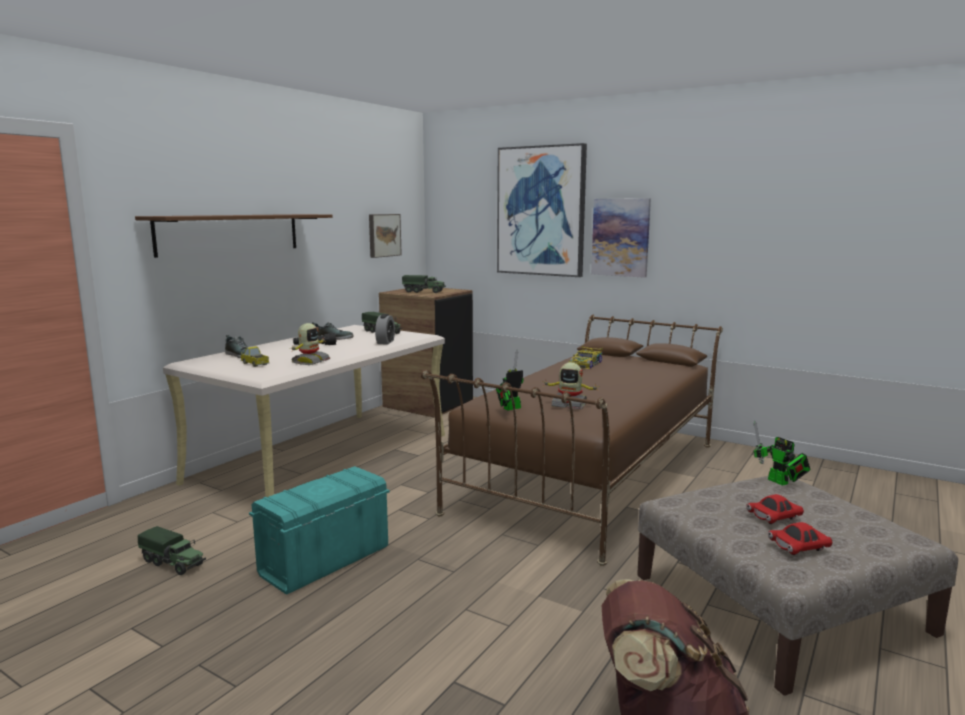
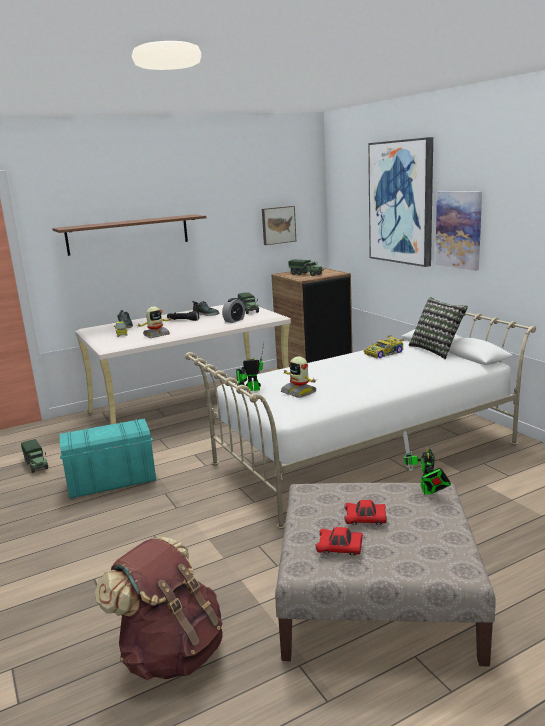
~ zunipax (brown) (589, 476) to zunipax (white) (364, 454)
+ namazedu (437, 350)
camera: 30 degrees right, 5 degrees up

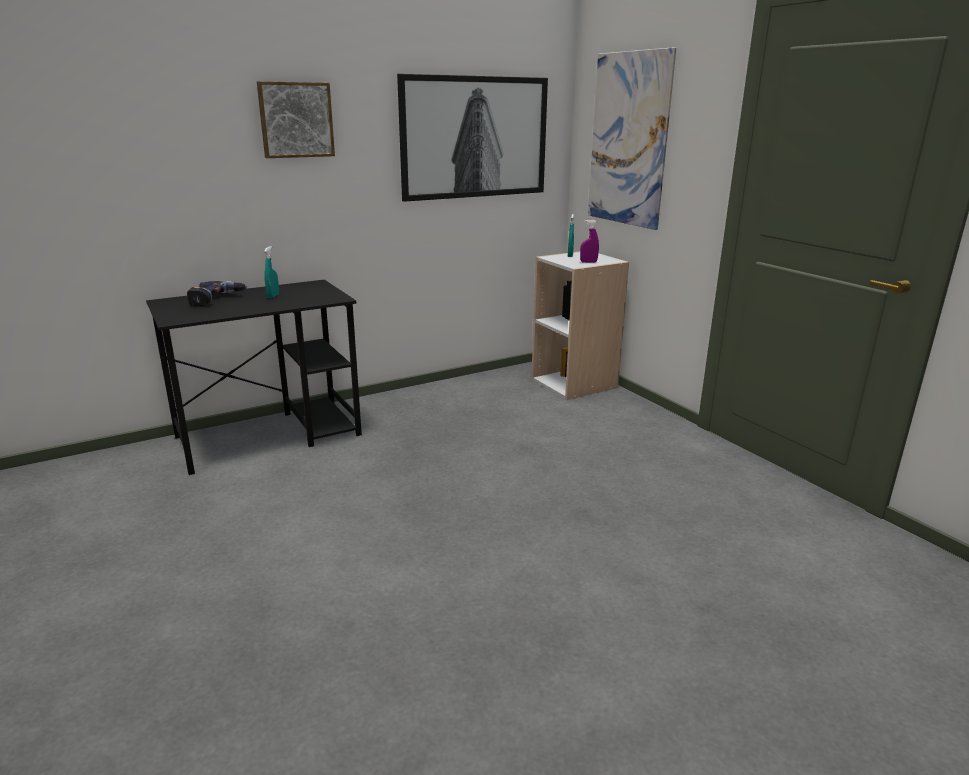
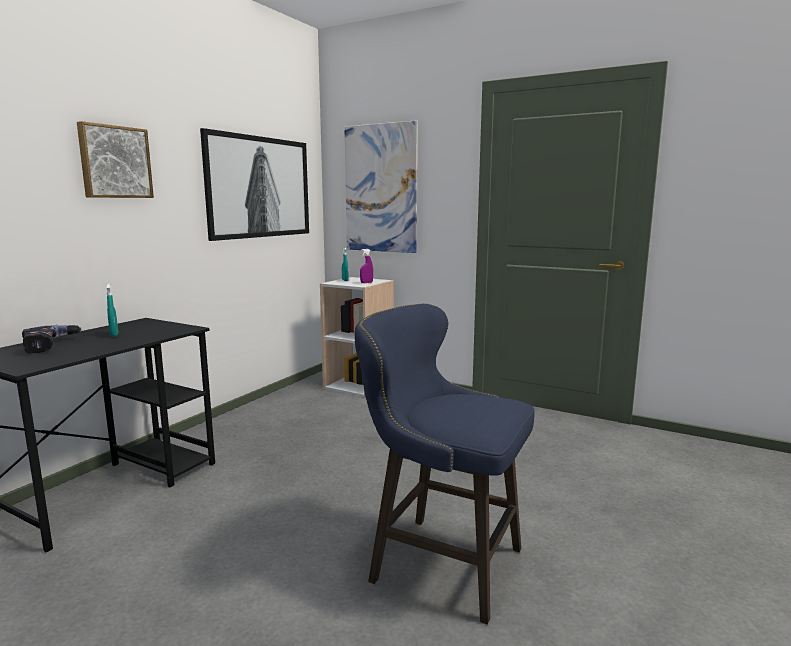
+ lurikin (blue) (440, 562)
camera: 30 degrees left, 10 degrees down

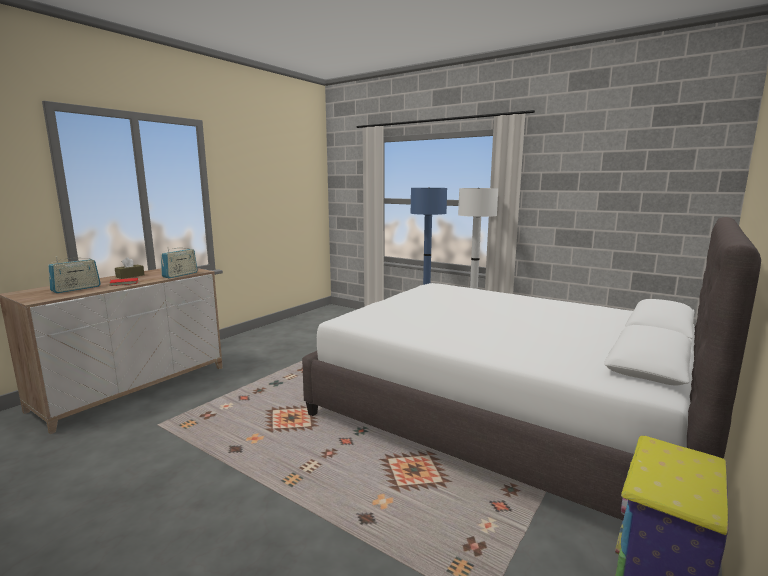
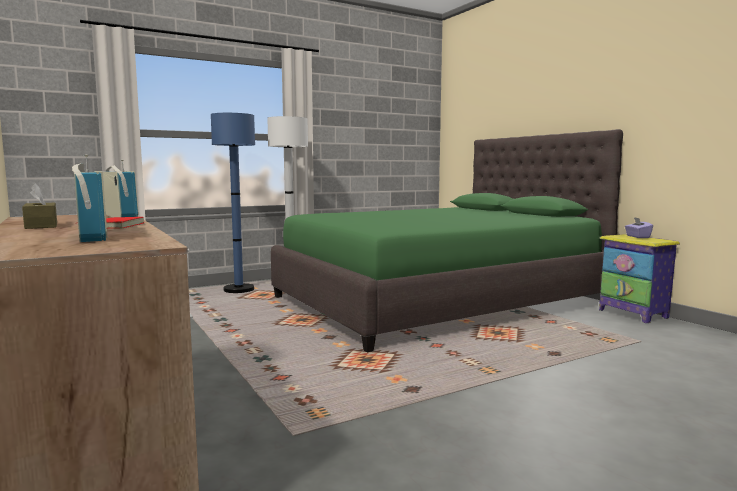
~ zunipax (white) (504, 415) to zunipax (green) (438, 301)
+ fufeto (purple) (637, 236)
camera: 65 degrees left, 5 degrees down

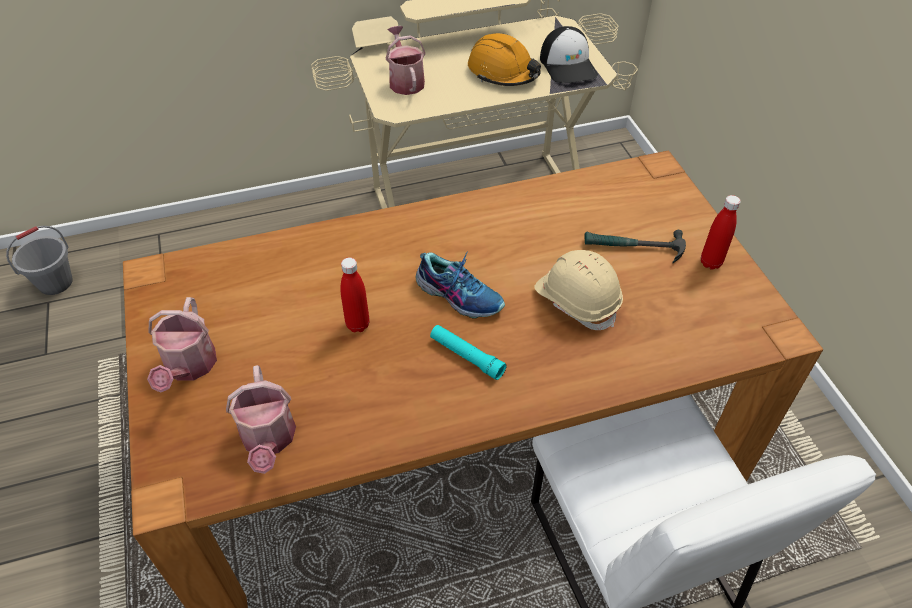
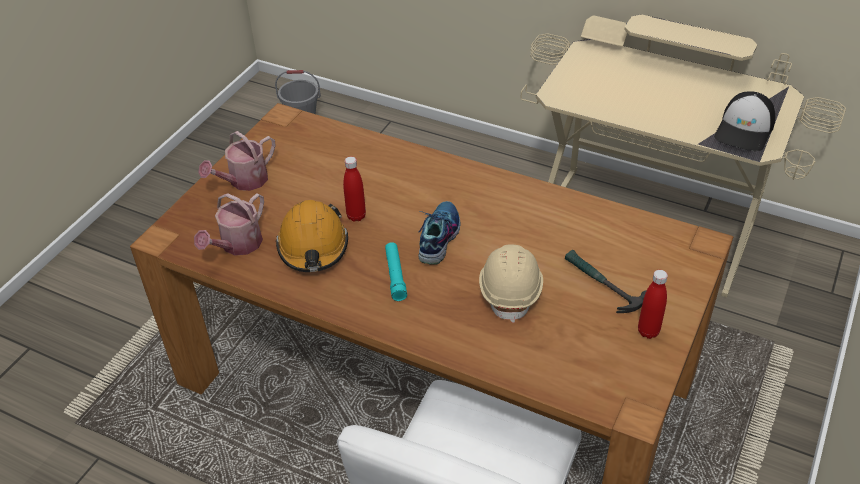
- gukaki (405, 81)
~ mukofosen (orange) (503, 72) to (313, 246)
~ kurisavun (459, 295) = (438, 238) 150 degrees counterclockwise
camera: 45 degrees right, 5 degrees down

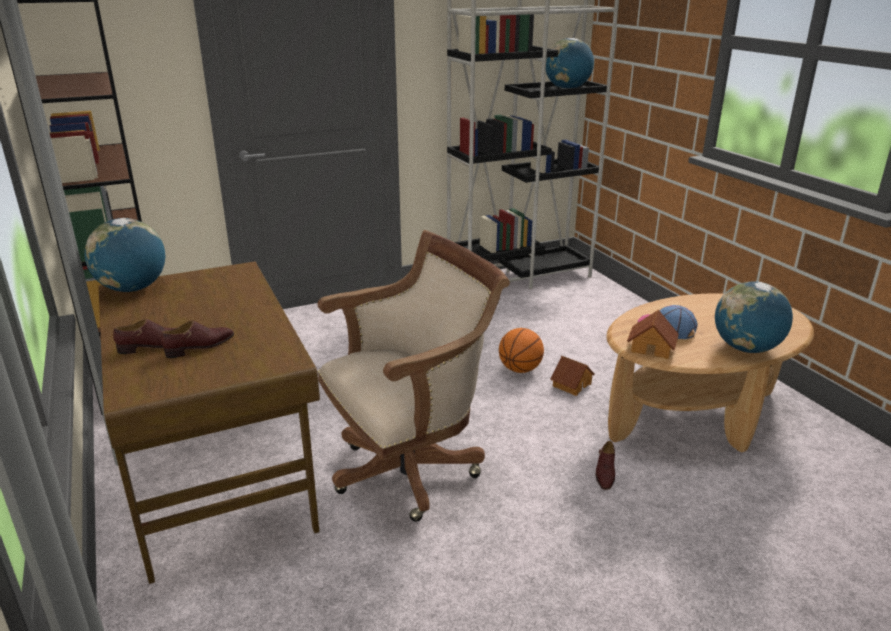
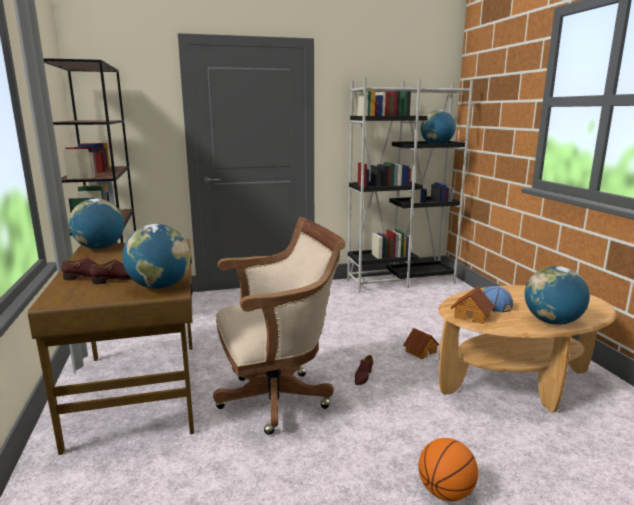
~ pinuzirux (520, 369) to (445, 492)
~ kurisavun (brown) (605, 473) to (363, 376)
+ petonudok (160, 286)
camera: 10 degrees right, 10 degrees down

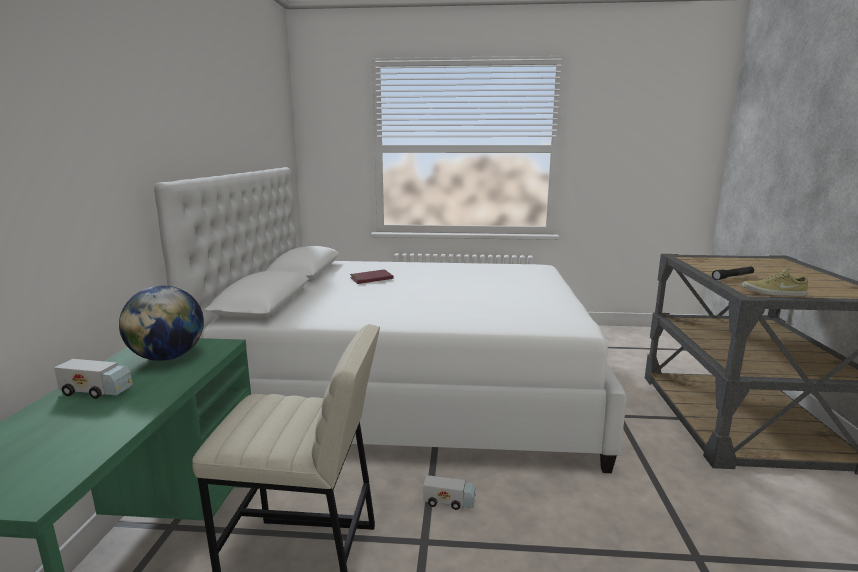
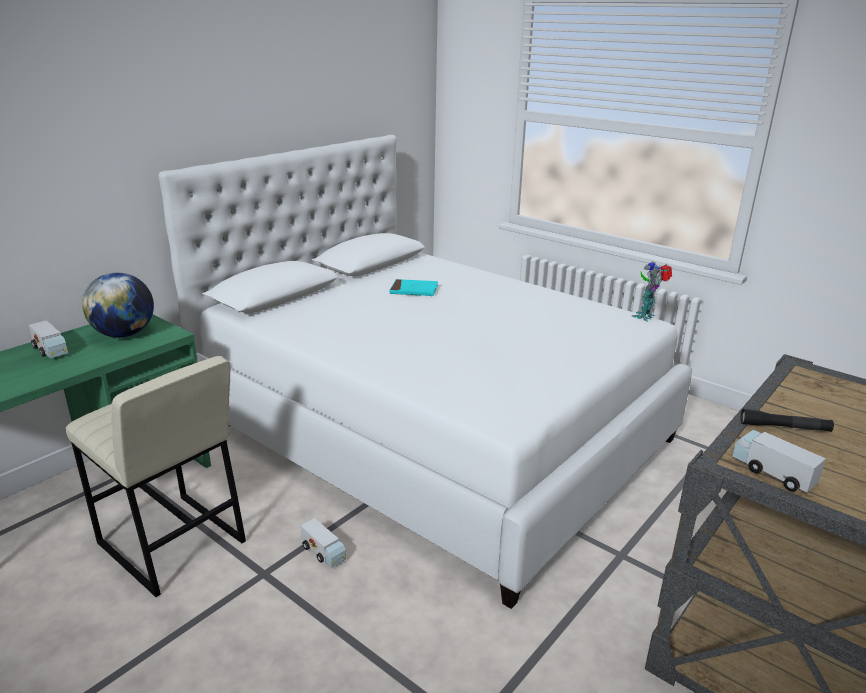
~ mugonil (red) (371, 279) to mugonil (turquoise) (414, 290)
~ kurisavun (beige) (774, 293) to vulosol (772, 473)
+ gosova (646, 316)
camera: 35 degrees right, 10 degrees up

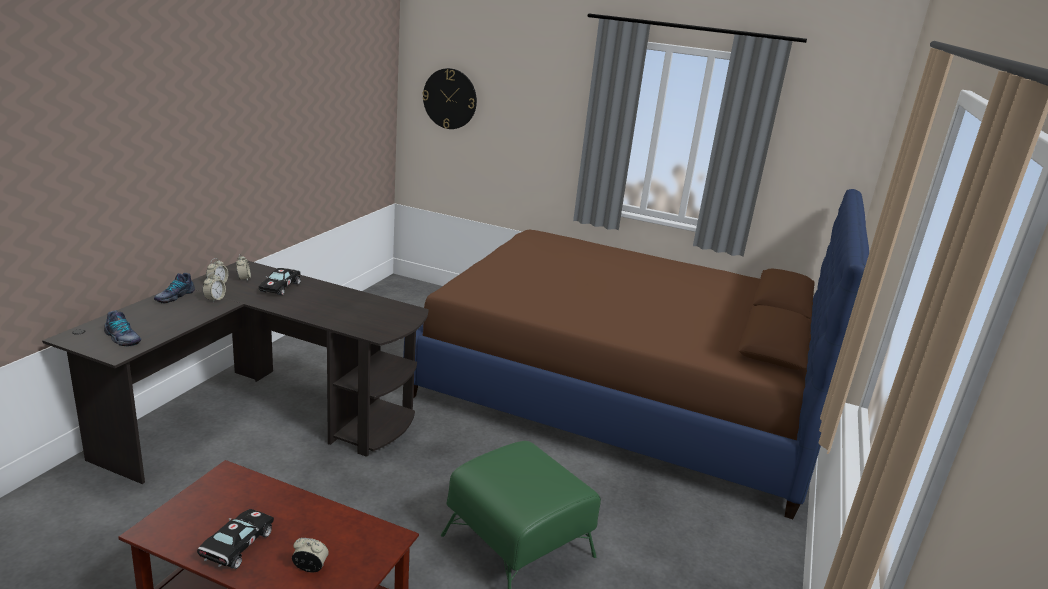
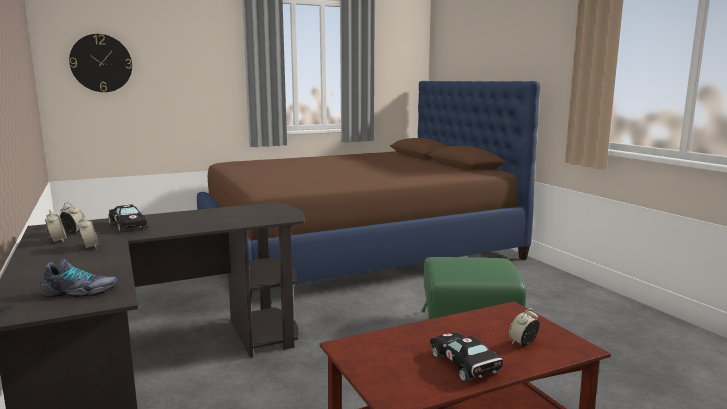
- kurisavun (174, 296)
camera: 45 degrees left, 10 degrees down

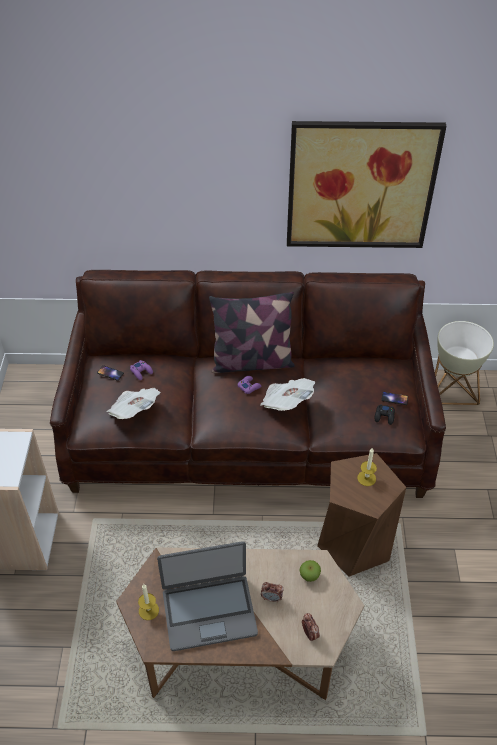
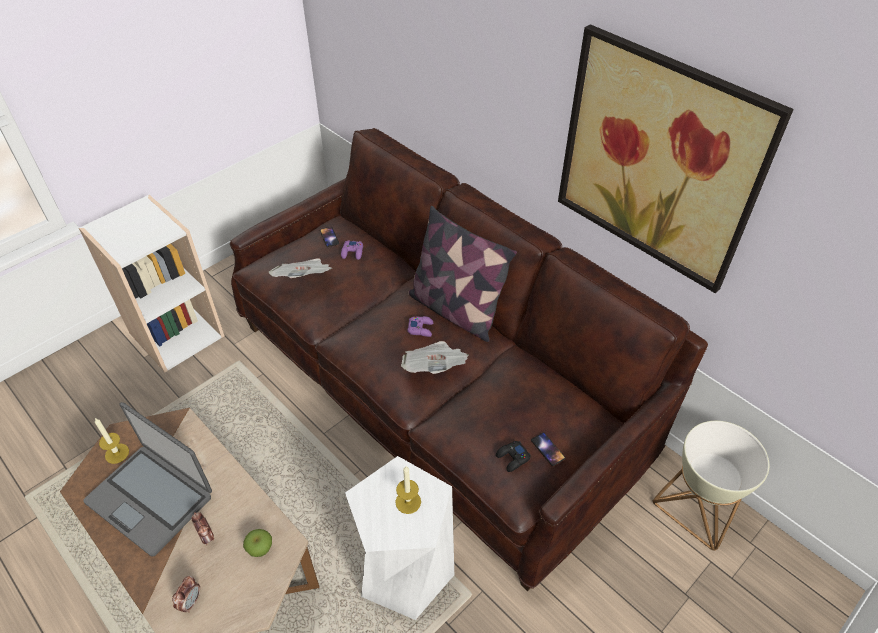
~ lurikin (brown) (354, 544) to lurikin (white) (405, 571)
camera: 45 degrees right, 0 degrees up

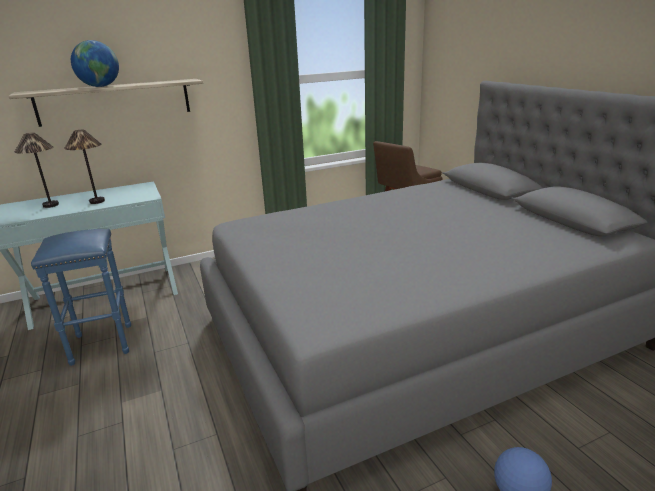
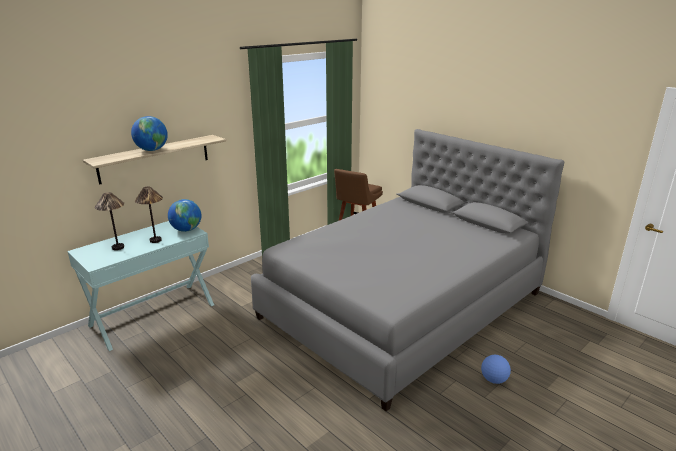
- lurikin (blue) (100, 345)
+ petonudok (186, 230)
camera: 20 degrees left, 0 degrees up

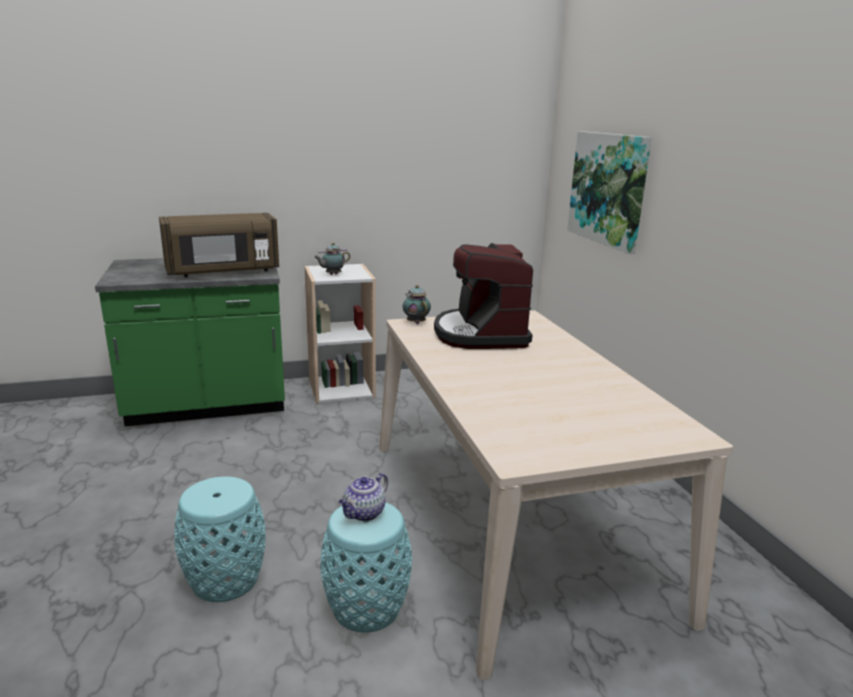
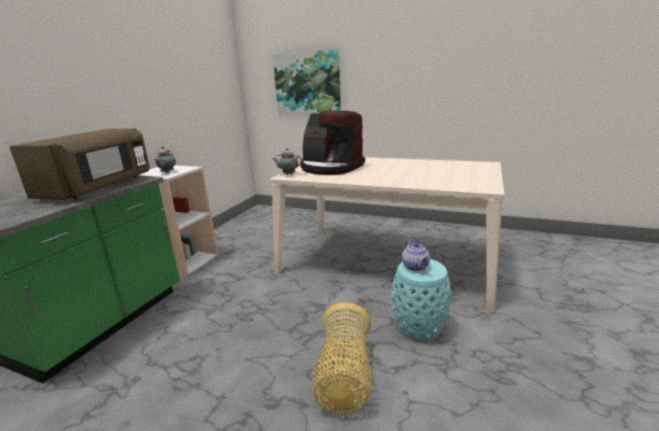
~ lurikin (turquoise) (225, 580) to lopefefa (344, 377)
camera: 50 degrees left, 0 degrees up

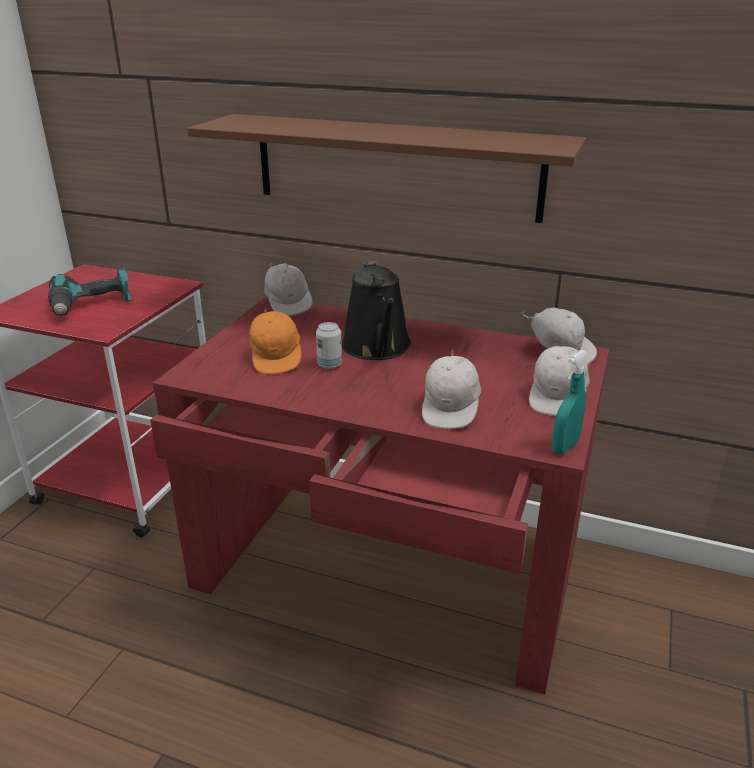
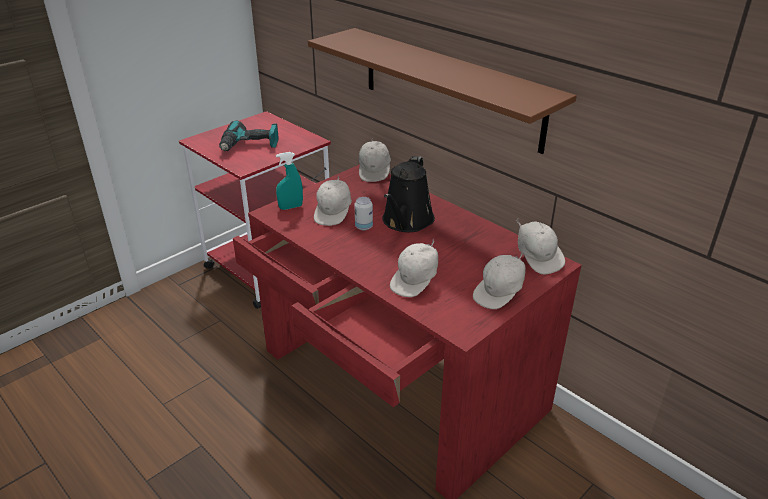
~ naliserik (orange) (276, 358) to naliserik (white) (334, 213)
~ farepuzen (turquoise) (565, 447) to (291, 207)
camera: 25 degrees right, 5 degrees up

